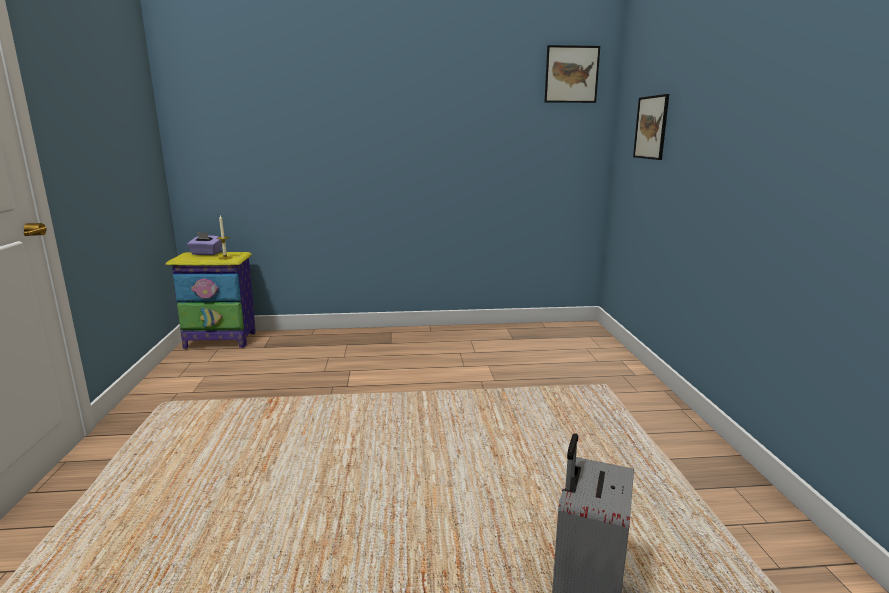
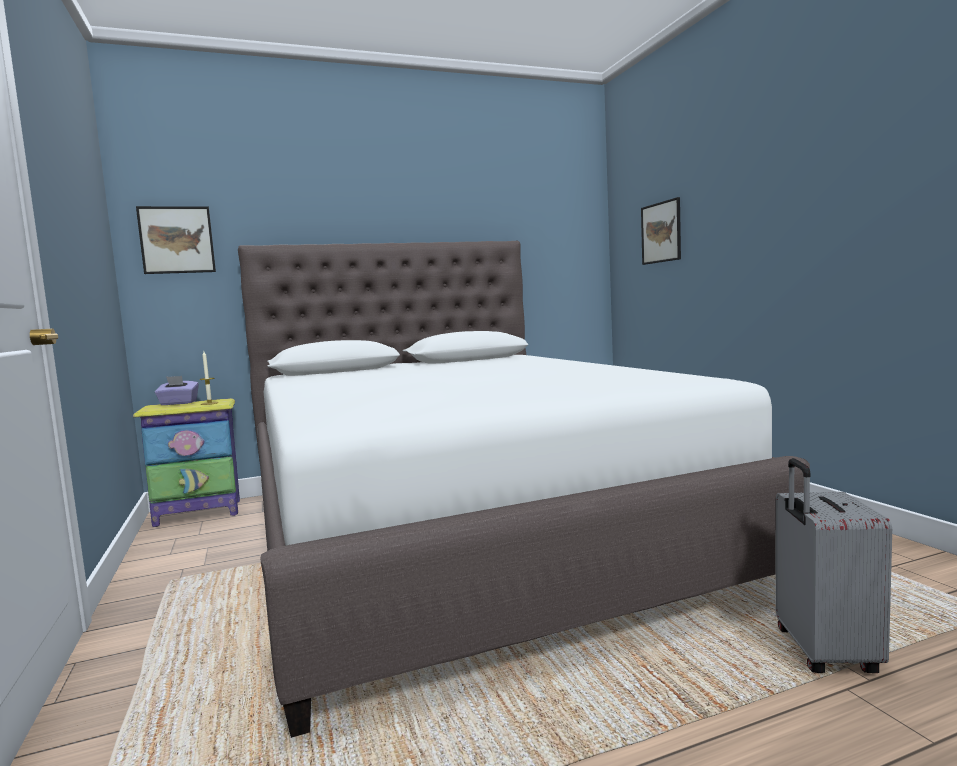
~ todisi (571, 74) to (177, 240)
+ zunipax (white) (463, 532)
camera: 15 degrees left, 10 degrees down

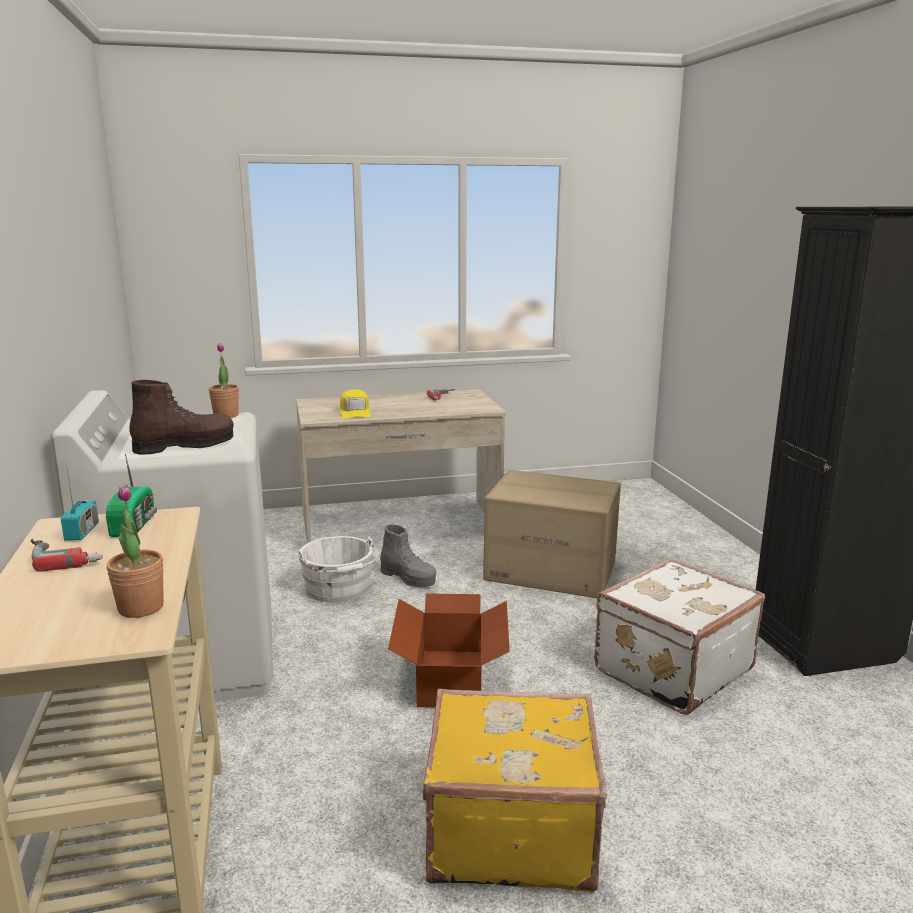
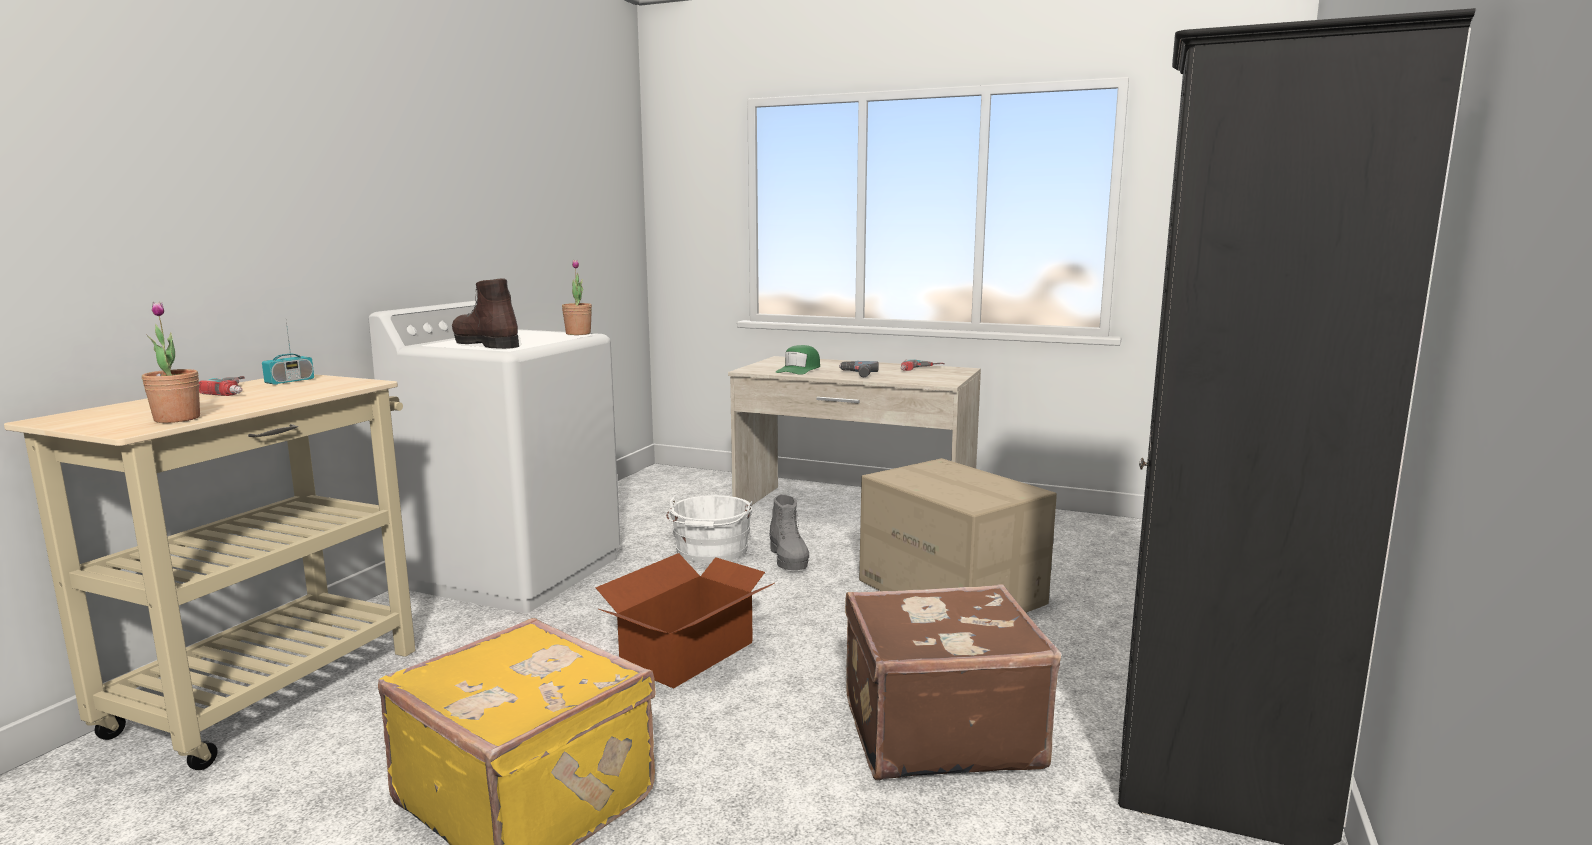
~ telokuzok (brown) (185, 445) = (484, 344) 150 degrees counterclockwise
~ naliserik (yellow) (355, 412) to naliserik (green) (799, 370)
- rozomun (135, 524)
~ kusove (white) (670, 669) to kusove (brown) (938, 730)
+ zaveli (857, 374)
camera: 35 degrees right, 5 degrees down

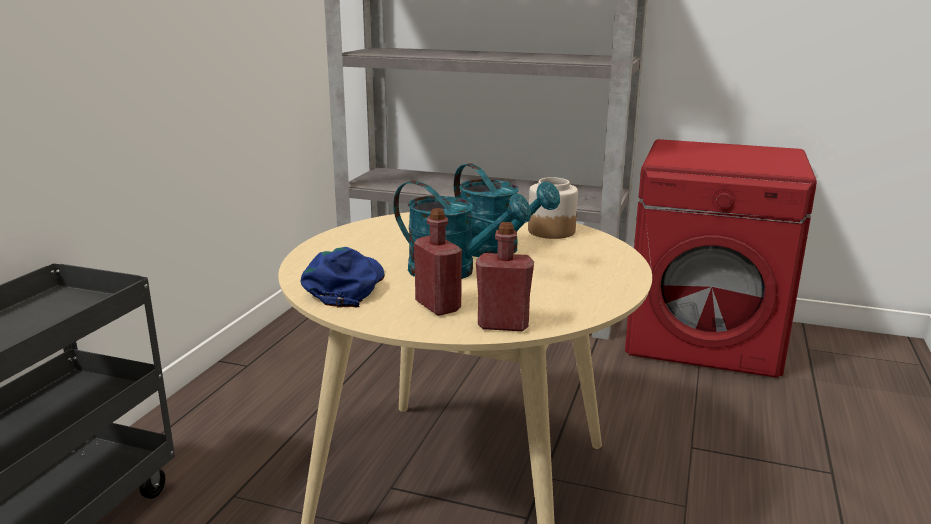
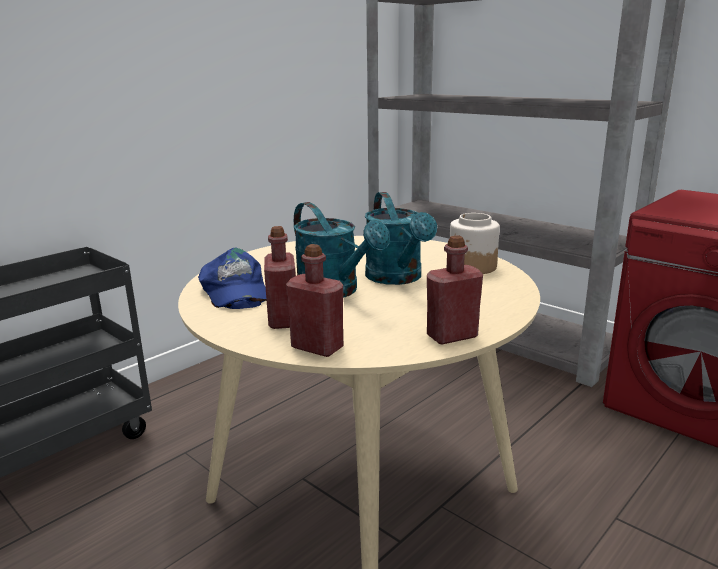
~ naliserik (blue) (346, 286) = (234, 291) 120 degrees clockwise
+ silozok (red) (452, 336)
camera: 25 degrees right, 0 degrees up

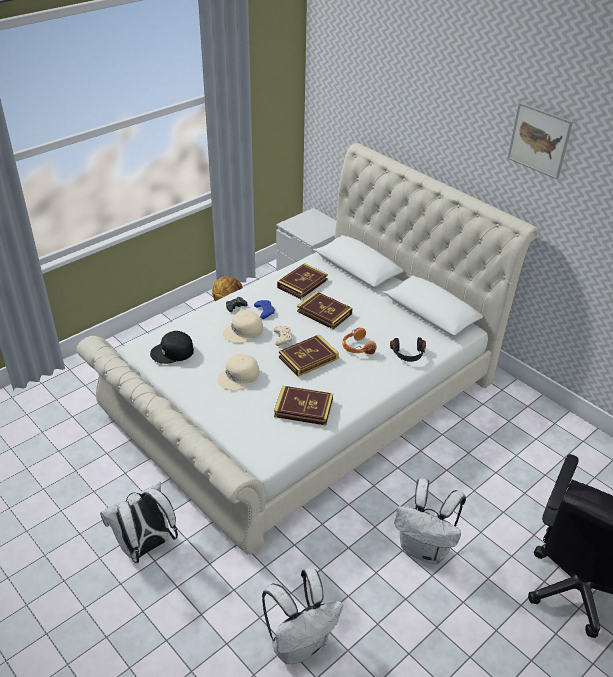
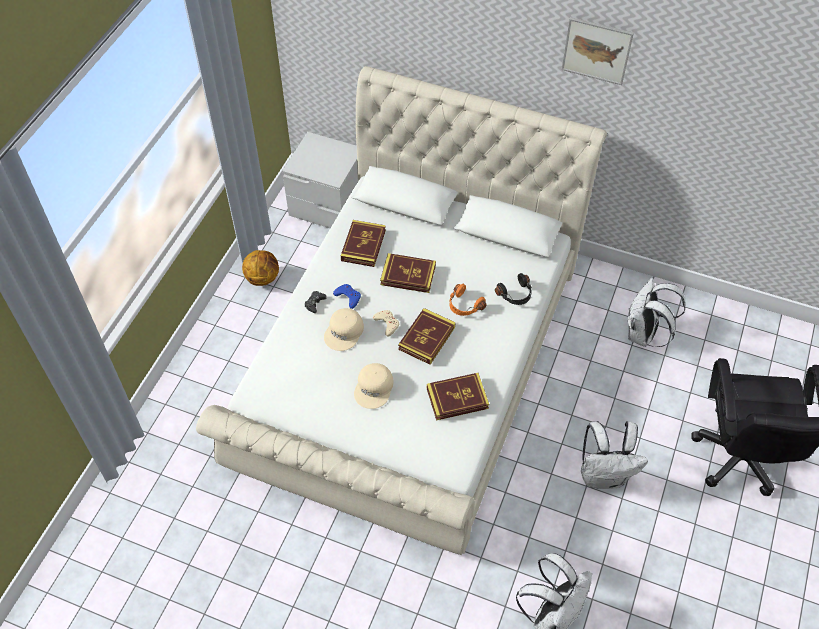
- naliserik (black) (173, 352)
~ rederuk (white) (146, 547) to (643, 335)
camera: 25 degrees left, 15 degrees up

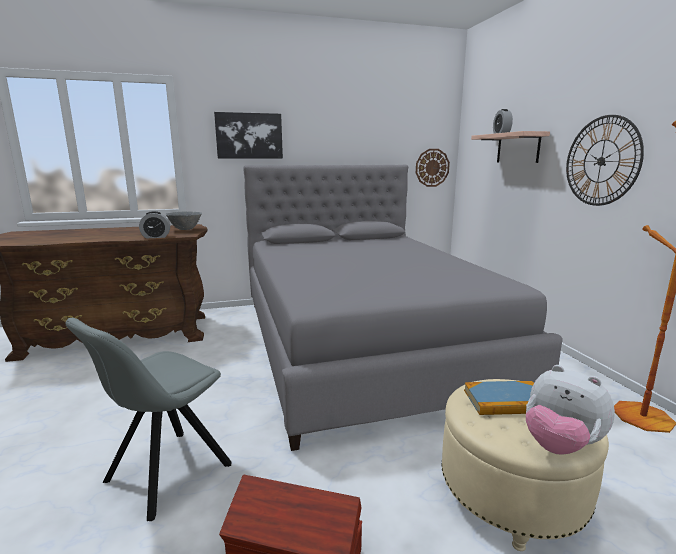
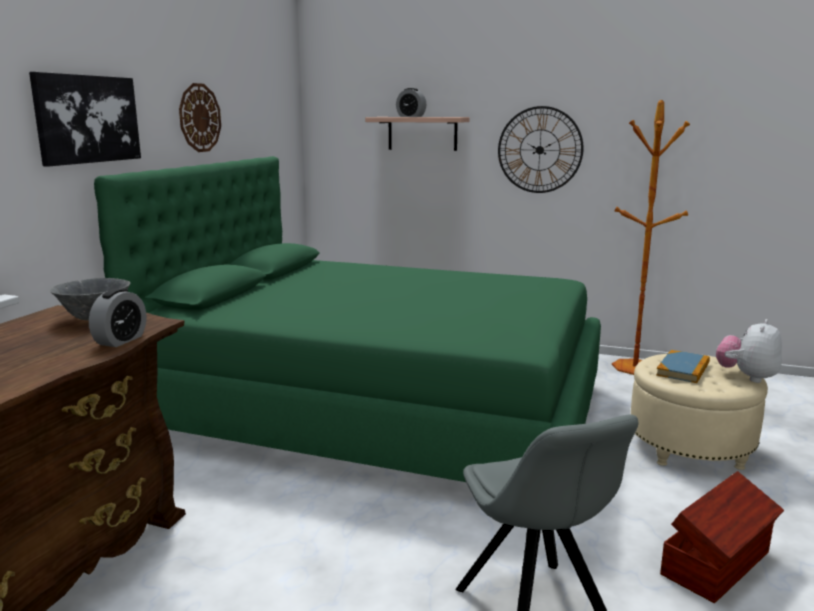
~ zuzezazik (432, 167) to (199, 118)
~ zunipax (grey) (364, 342) to zunipax (green) (379, 410)
~ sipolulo (560, 445) = (746, 377) 135 degrees clockwise
camera: 55 degrees left, 0 degrees up

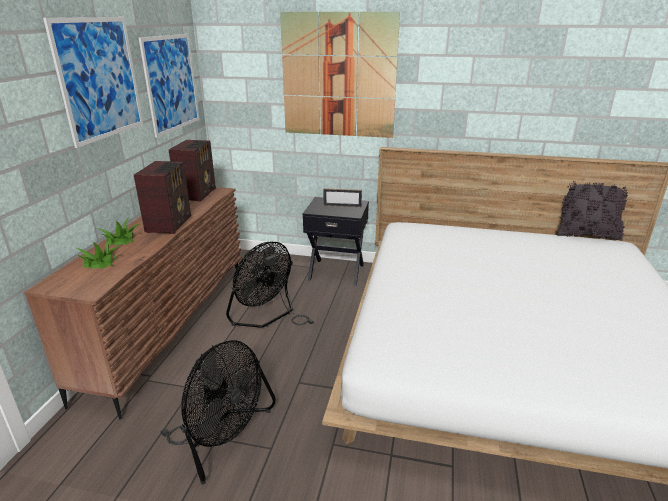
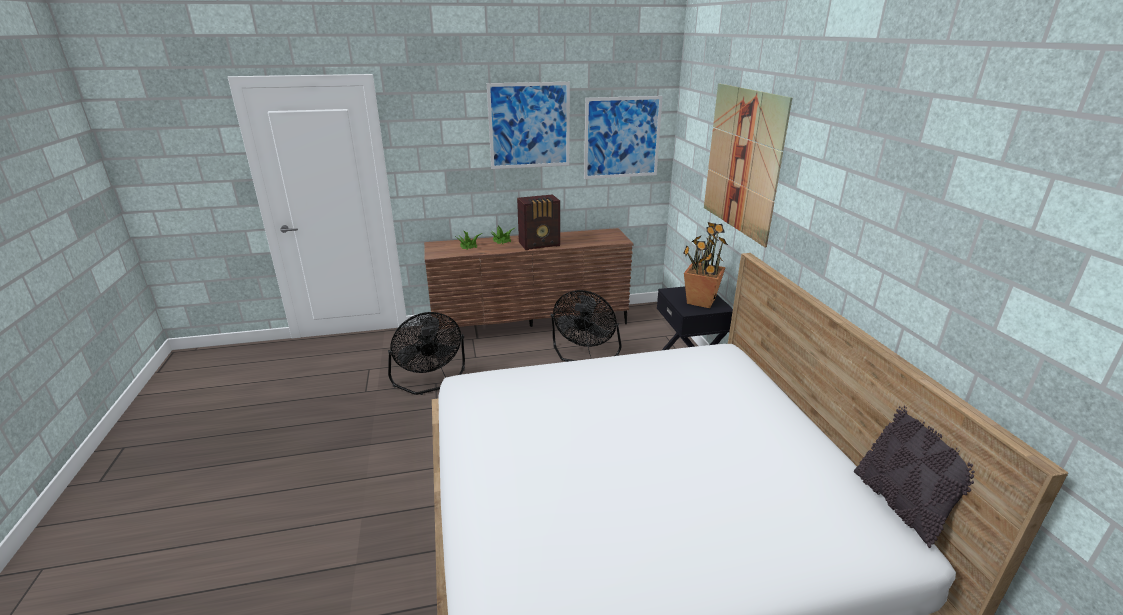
- rozomun (198, 194)
~ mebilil (342, 206) to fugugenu (700, 301)
~ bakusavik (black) (220, 438) = (436, 384) 150 degrees clockwise
camera: 65 degrees right, 0 degrees up

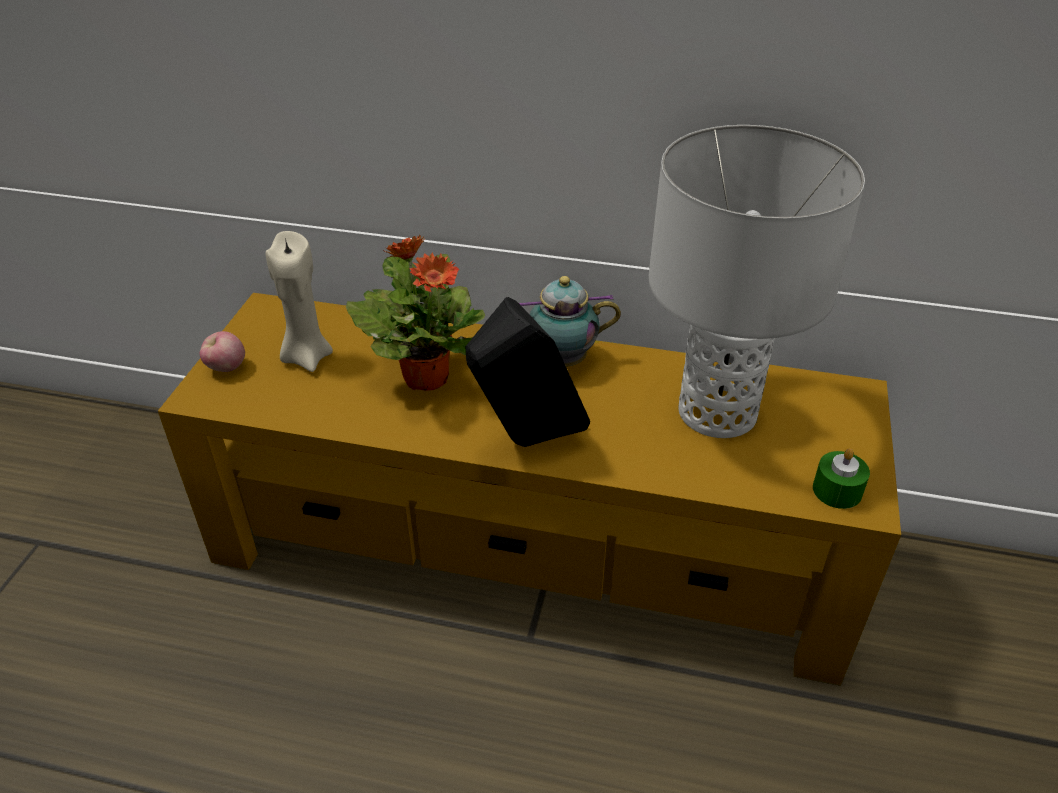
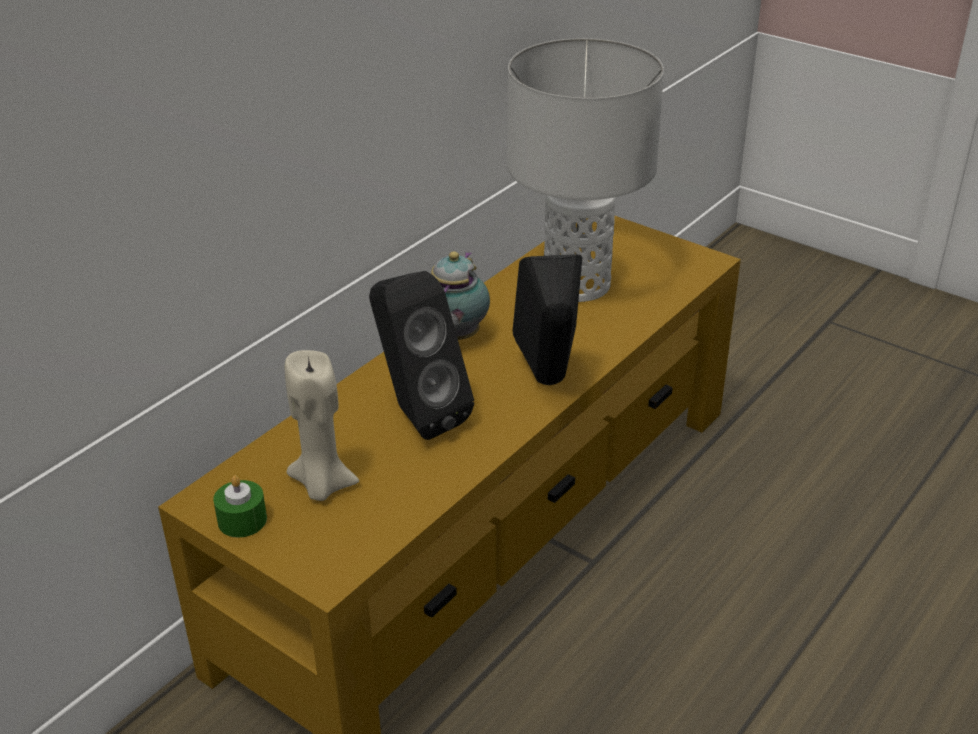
~ fugugenu (426, 376) to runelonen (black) (417, 415)
- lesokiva (226, 368)
~ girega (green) (837, 490) to (242, 520)
camera: 65 degrees left, 5 degrees down

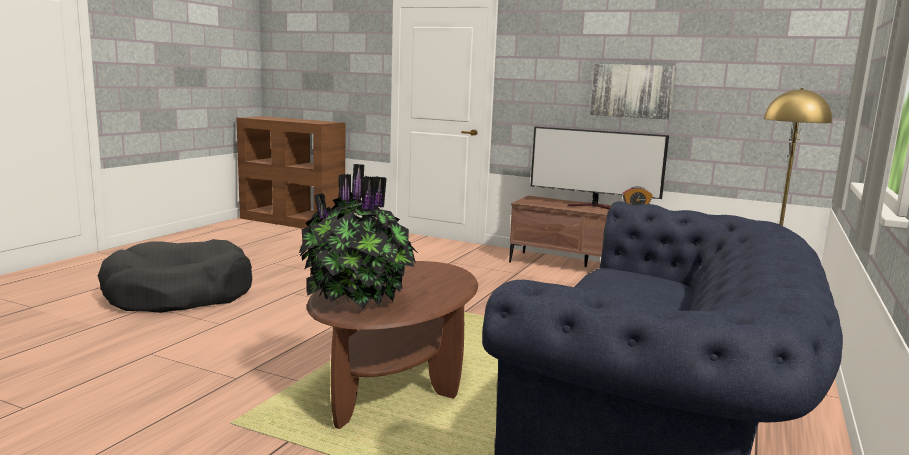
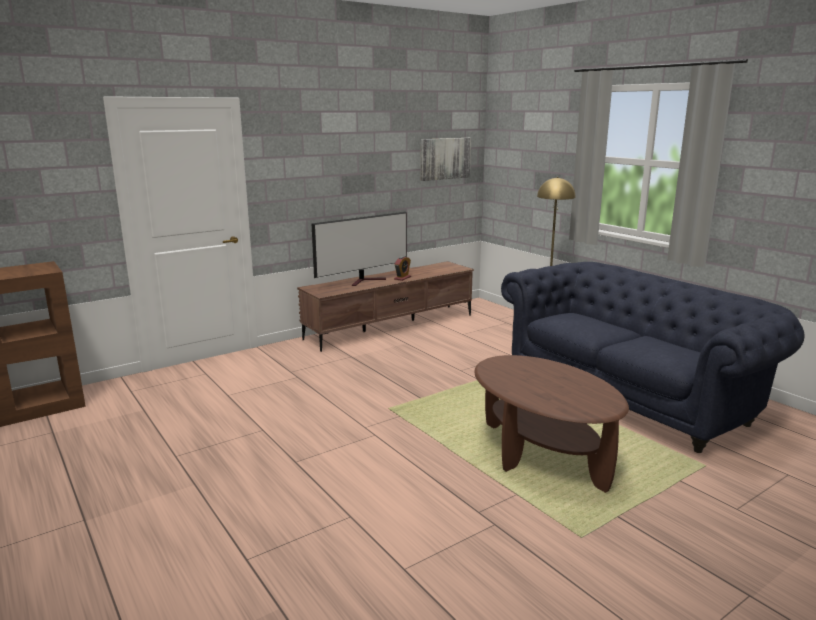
~ todisi (632, 91) to (445, 158)
- fugugenu (359, 301)
- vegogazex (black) (179, 294)
camera: 60 degrees left, 5 degrees up

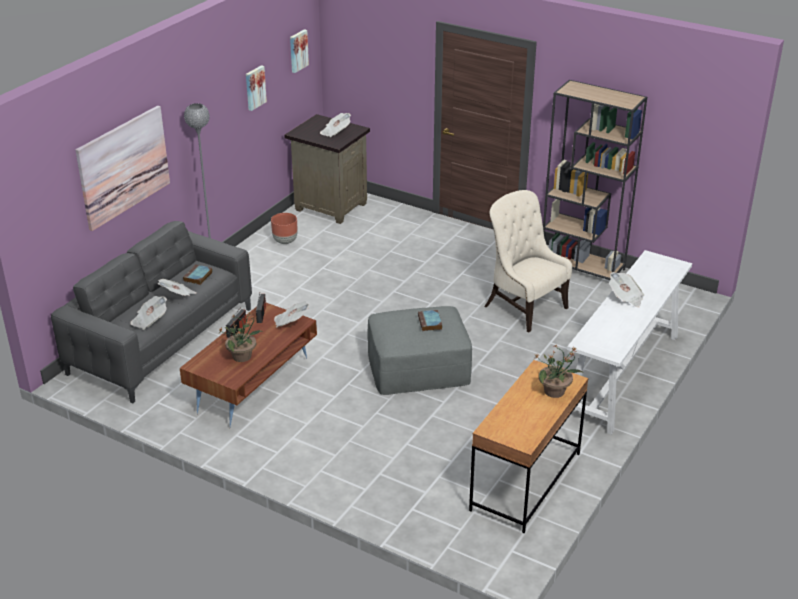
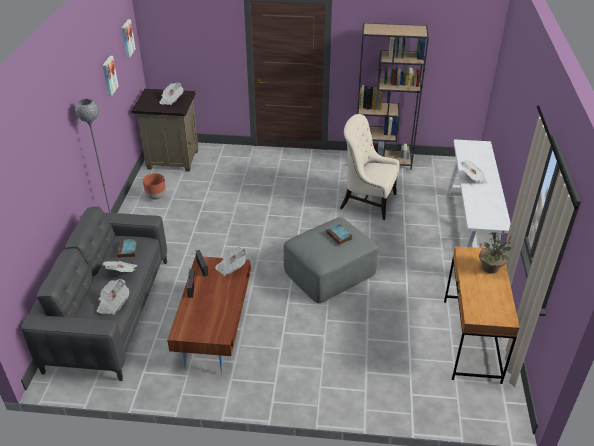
- todisi (123, 166)
- fugugenu (242, 356)
camera: 25 degrees left, 5 degrees up

